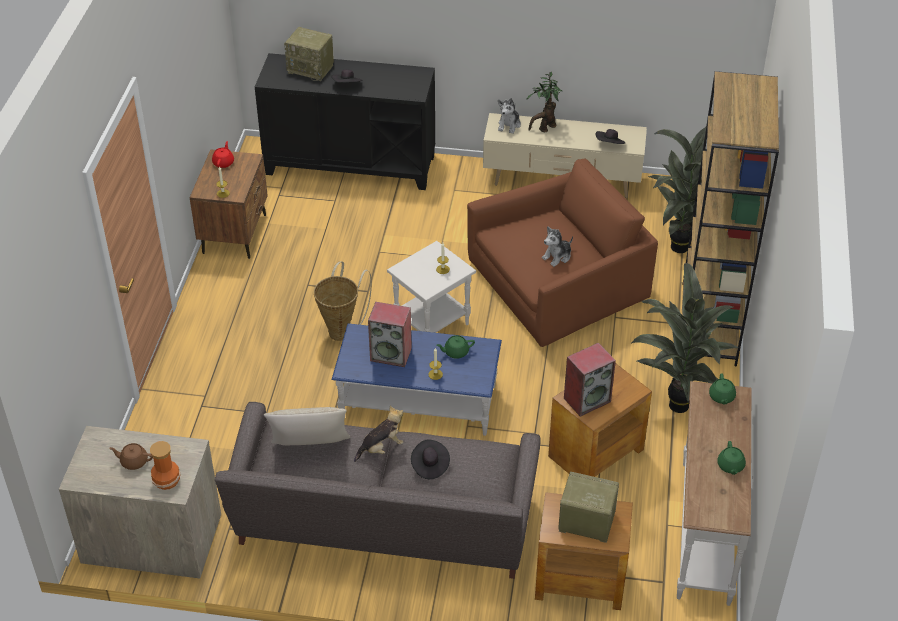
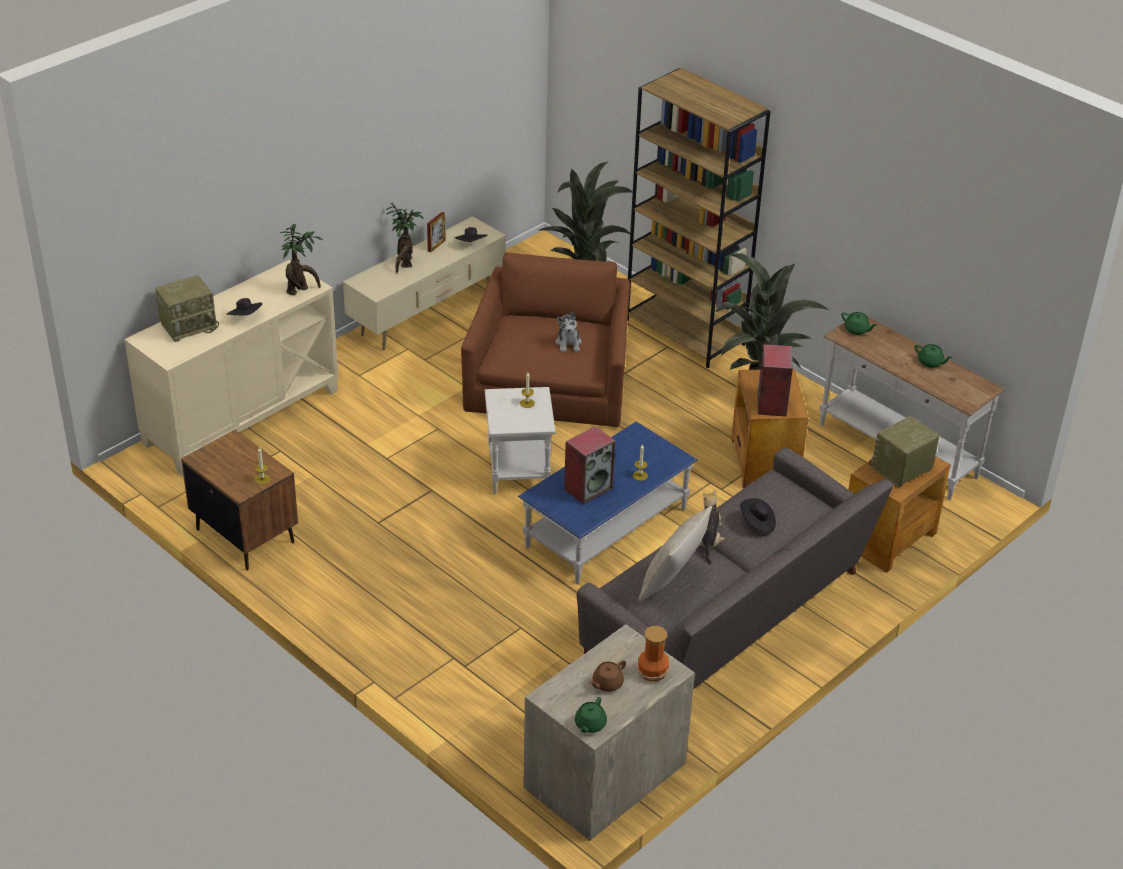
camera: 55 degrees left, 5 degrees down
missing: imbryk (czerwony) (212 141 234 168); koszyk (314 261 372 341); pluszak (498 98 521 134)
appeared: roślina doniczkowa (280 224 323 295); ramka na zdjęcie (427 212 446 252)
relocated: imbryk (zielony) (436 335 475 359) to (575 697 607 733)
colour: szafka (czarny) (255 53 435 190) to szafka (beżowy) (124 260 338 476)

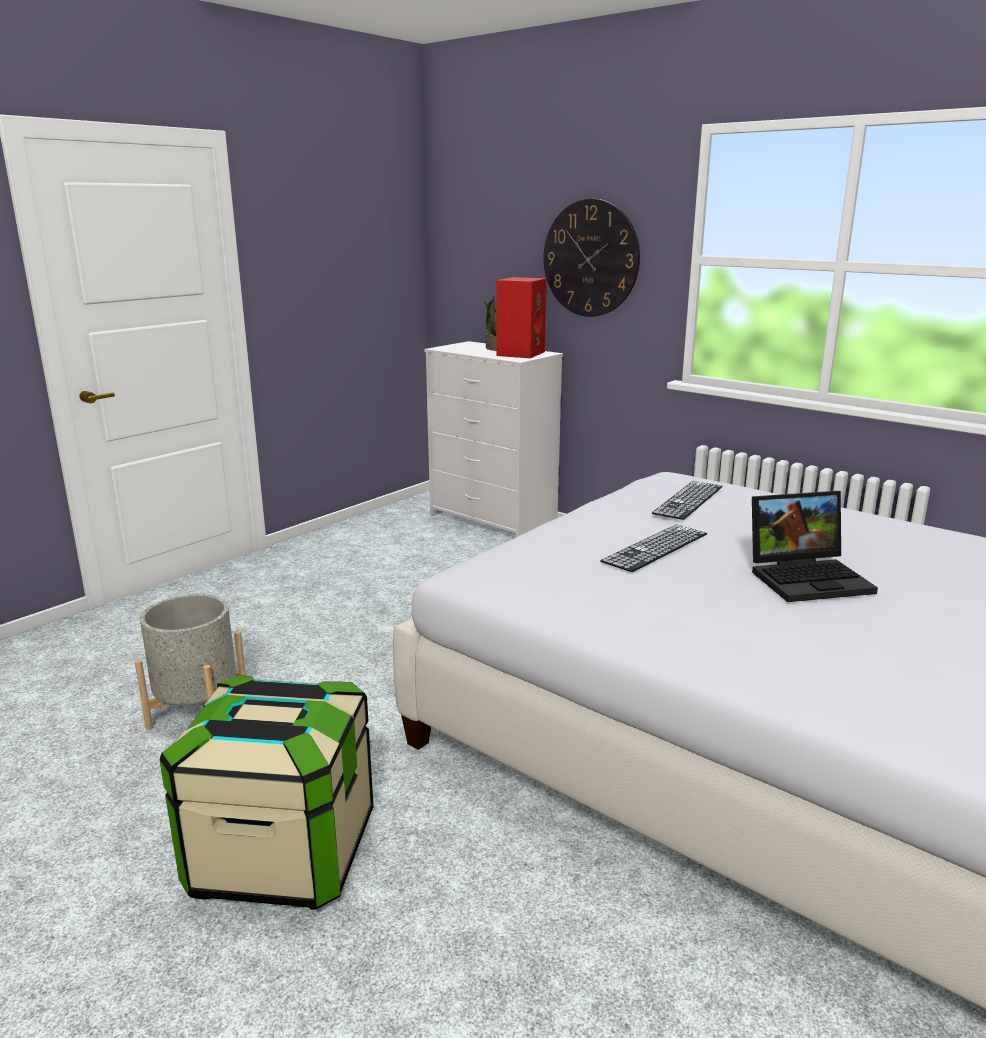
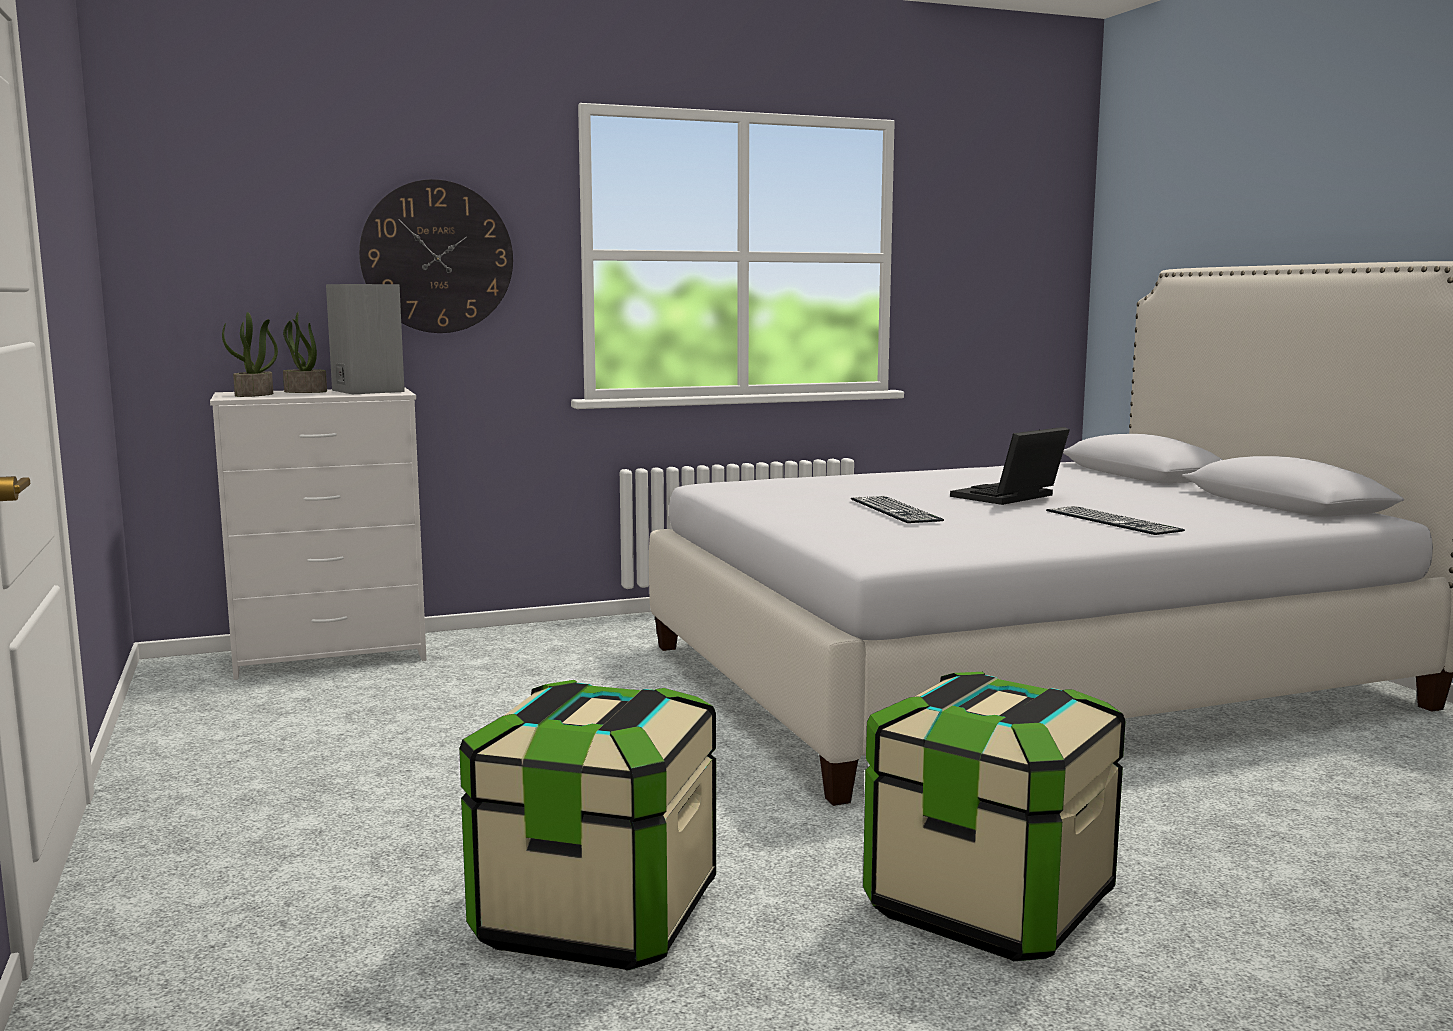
camera: 60 degrees left, 10 degrees down
appeared: roślina doniczkowa (222 312 278 397)
relocated: klawiatura (652 481 723 520) to (1046 506 1185 535)
exchanged: donica (szary) (135 594 246 730) to pojemnik do przechowywania (459 680 716 971)
colour: głośnik (czerwony) (496 277 547 358) to głośnik (szary) (326 284 405 394)
spun: laptop (752 491 878 602) = (950 427 1070 505) 150 degrees counterclockwise

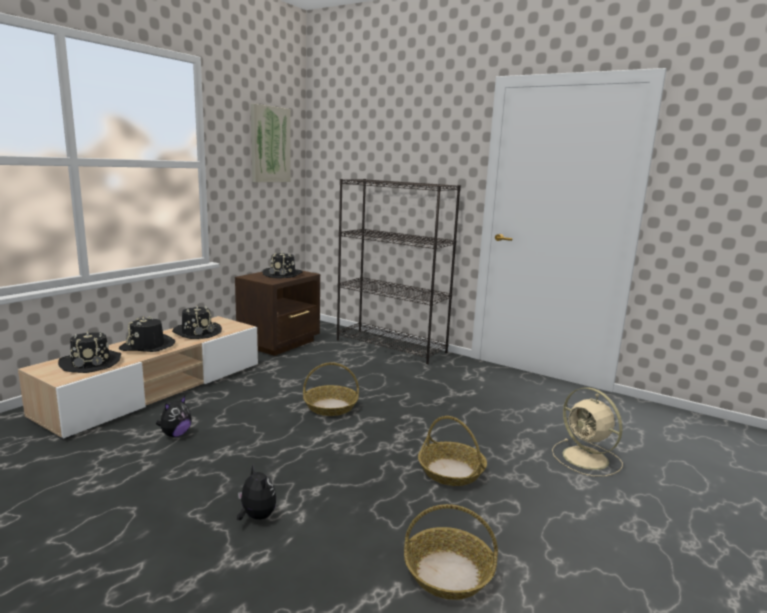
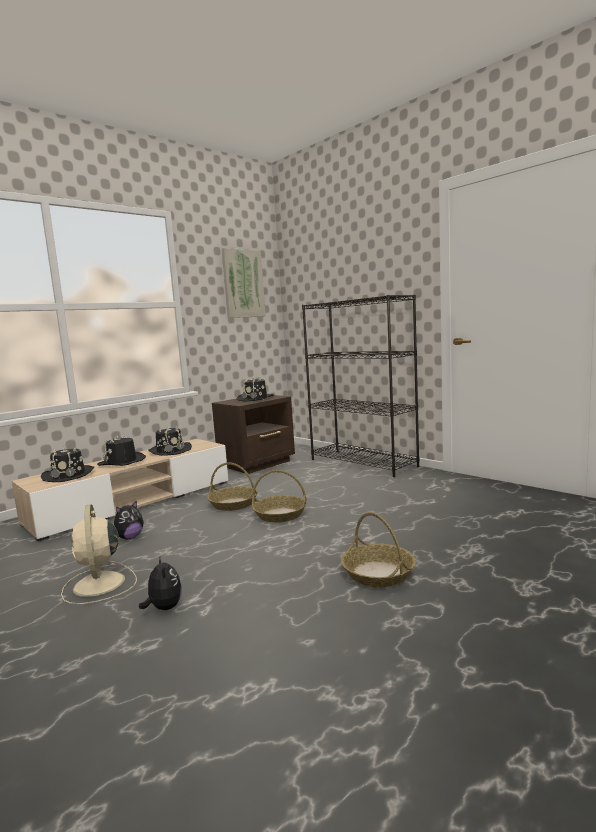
camera: 15 degrees right, 5 degrees down
relocated: koszyk (404 504 498 600) to (207 462 258 511); wentylator (beżowy) (552 387 623 477) to (61 504 137 604)

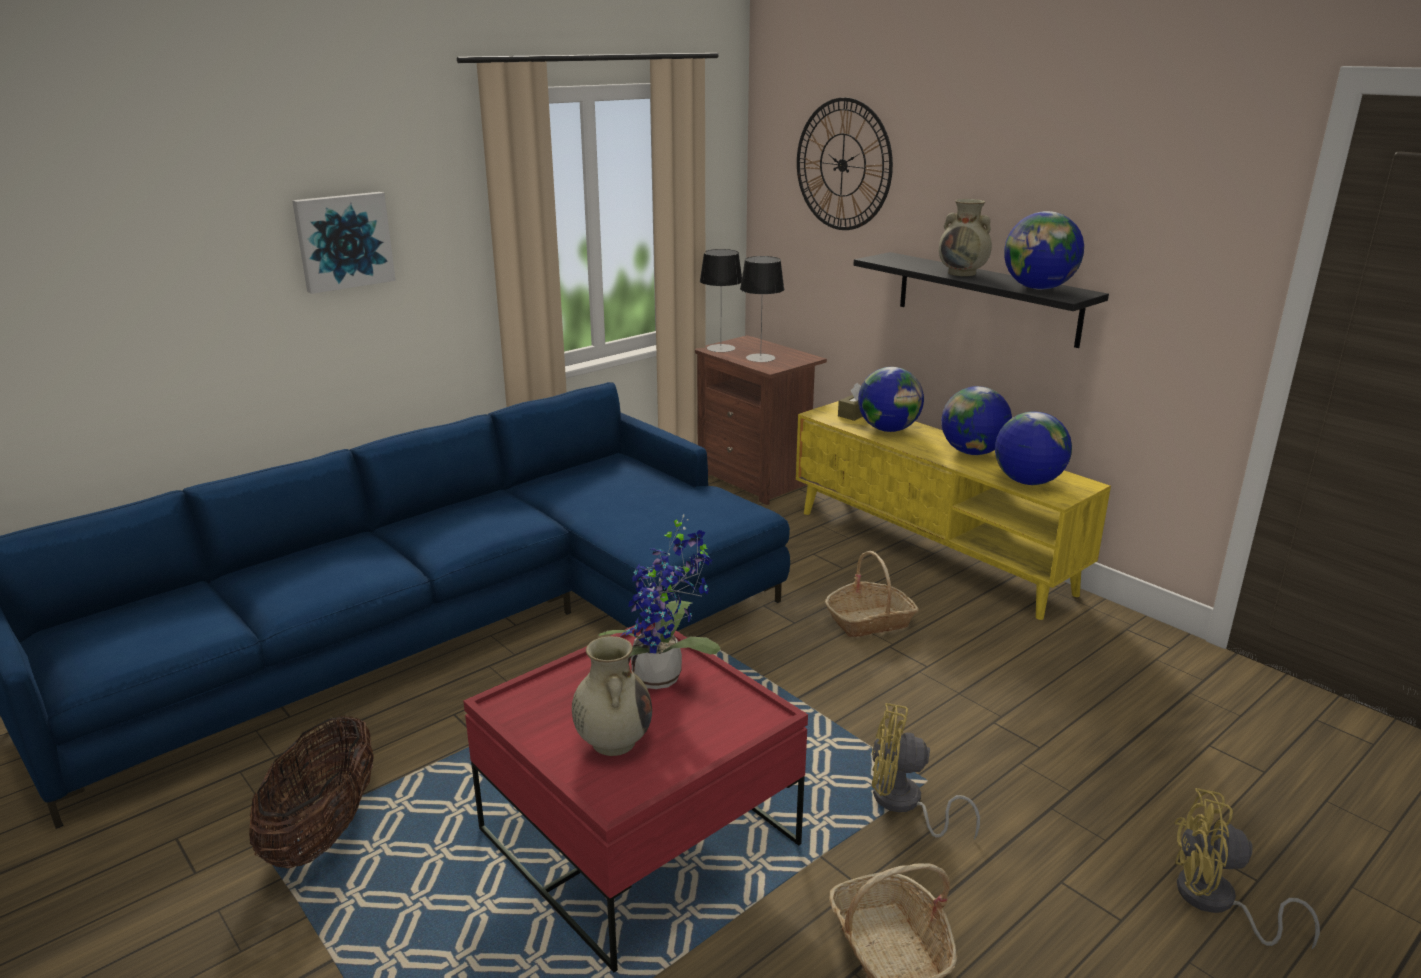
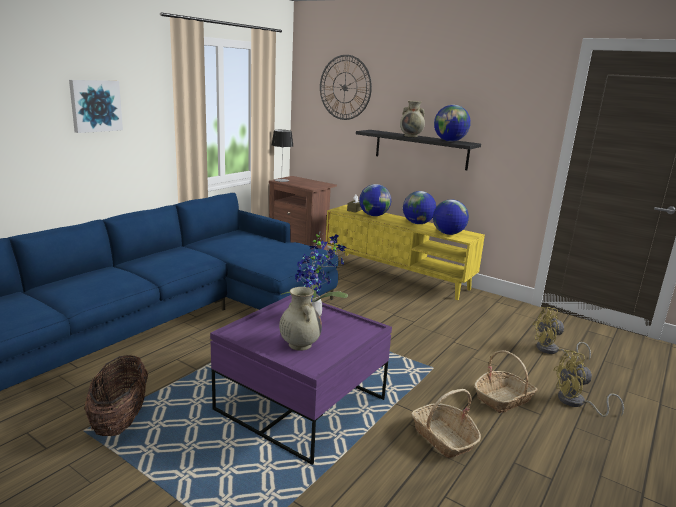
camera: 15 degrees left, 5 degrees down
missing: lampa stołowa (740 256 784 362)
relocated: koszyk (825 551 919 637) to (474 350 538 413); wentylator (żółty) (872 703 980 840) to (532 307 591 360)
colour: ława (czerwony) (463 622 808 972) to ława (fioletowy) (210 295 392 465)

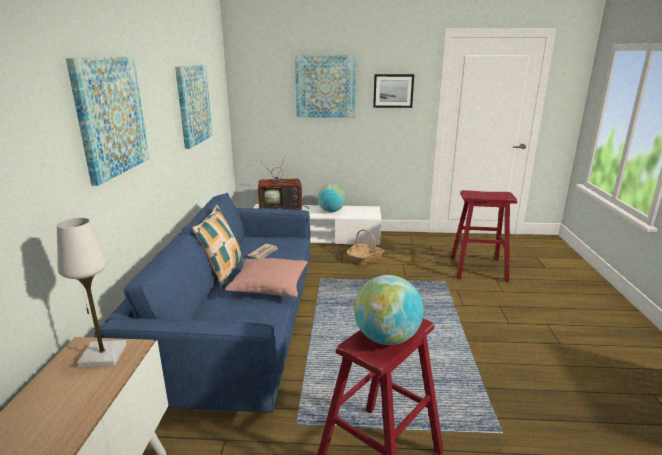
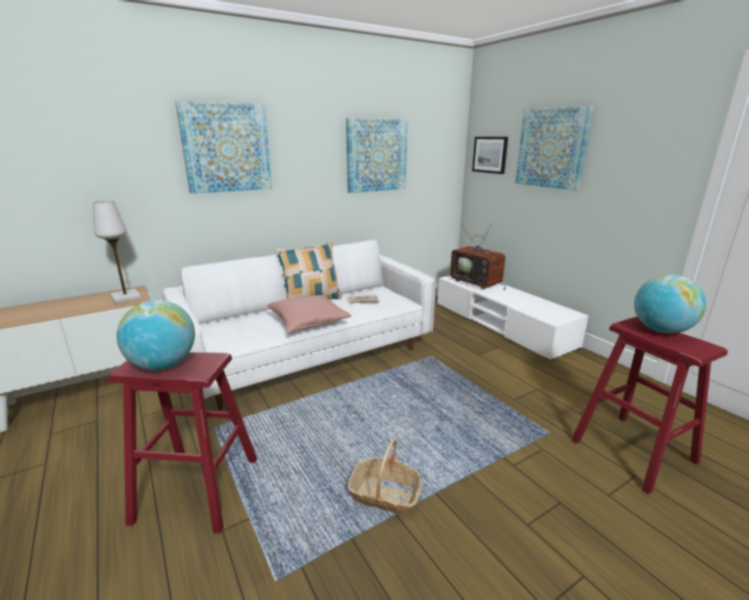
camera: 55 degrees right, 0 degrees up
relocated: globus (318 184 346 212) to (634 275 706 334); koszyk (347 229 384 265) to (348 438 422 515); obraz (373 74 414 108) to (472 137 508 174)
colour: kanapa (niebieski) (95 193 311 414) to kanapa (biały) (163 240 436 410)

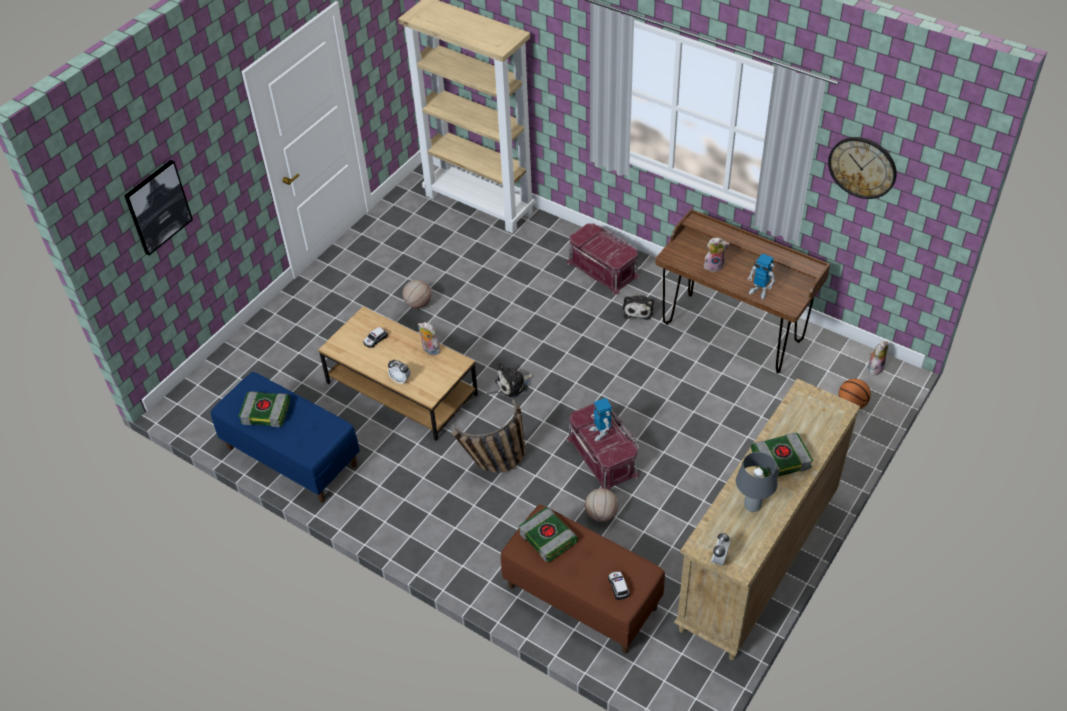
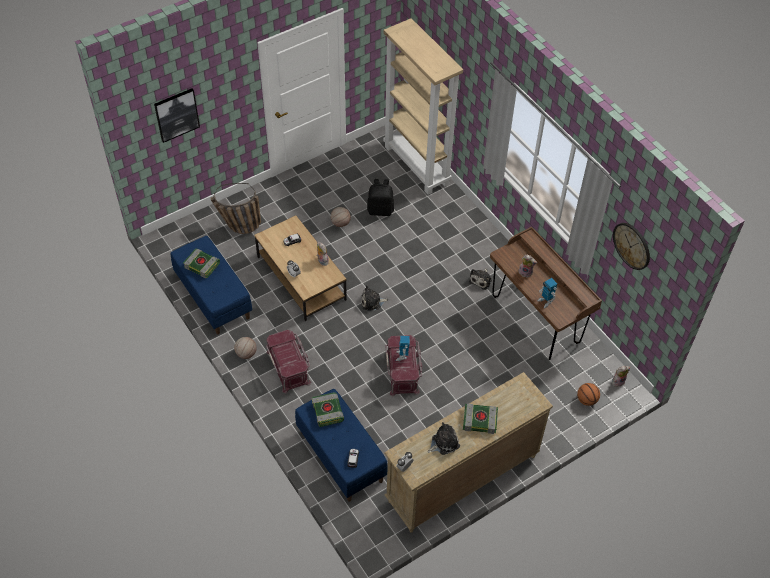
camera: 20 degrees right, 5 degrees up
appeared: plecak (czarny) (367 179 394 216)
relocated: koszyk (451 391 525 473) to (211 183 261 234); pojemnik do przechowywania (czerwony) (567 223 640 295) to (266 330 311 393); piłka do koszykówki (585 488 618 522) to (234 337 257 359)
exchanged: lampa stołowa (szary) (736 452 778 512) to pluszak (428 422 460 455)
colour: ławka (brązowy) (501 504 665 654) to ławka (niebieski) (295 389 388 501)

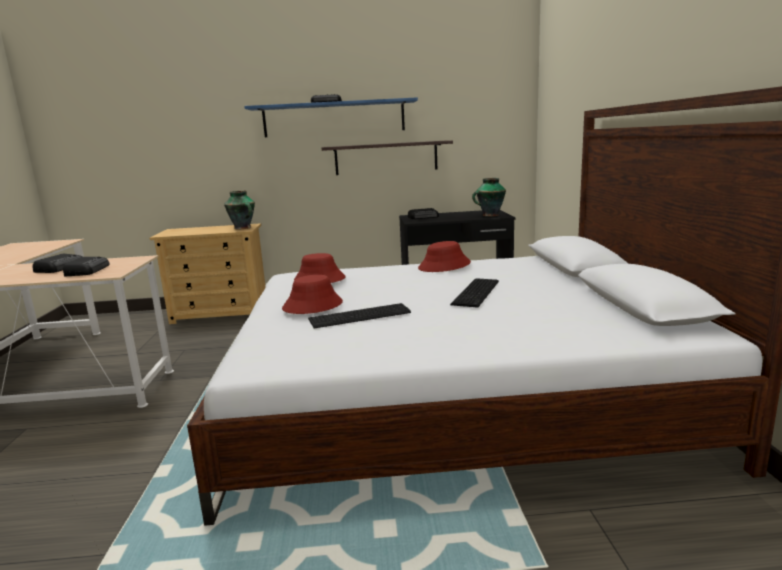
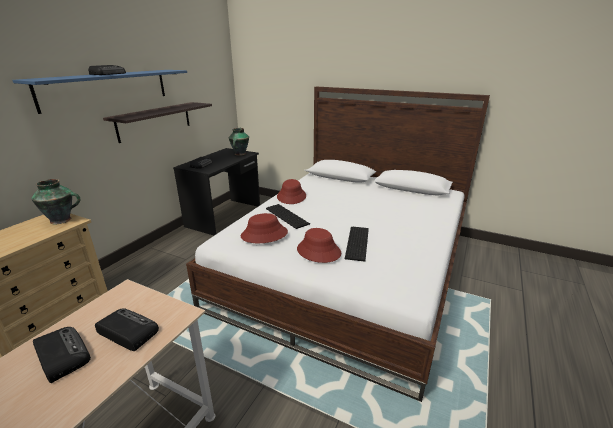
camera: 60 degrees left, 10 degrees up
relocated: klawiatura (450 278 499 308) to (266 204 310 229)

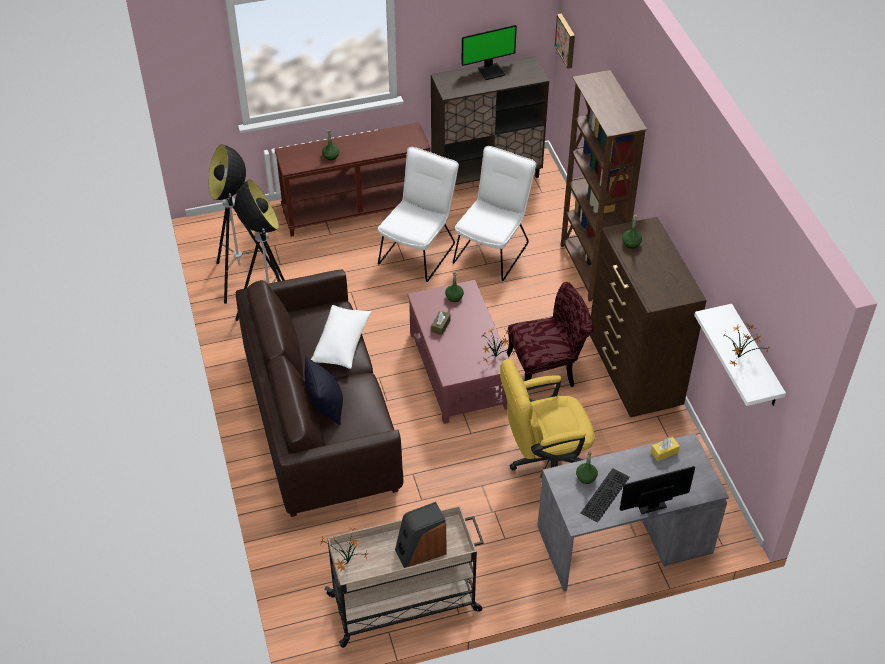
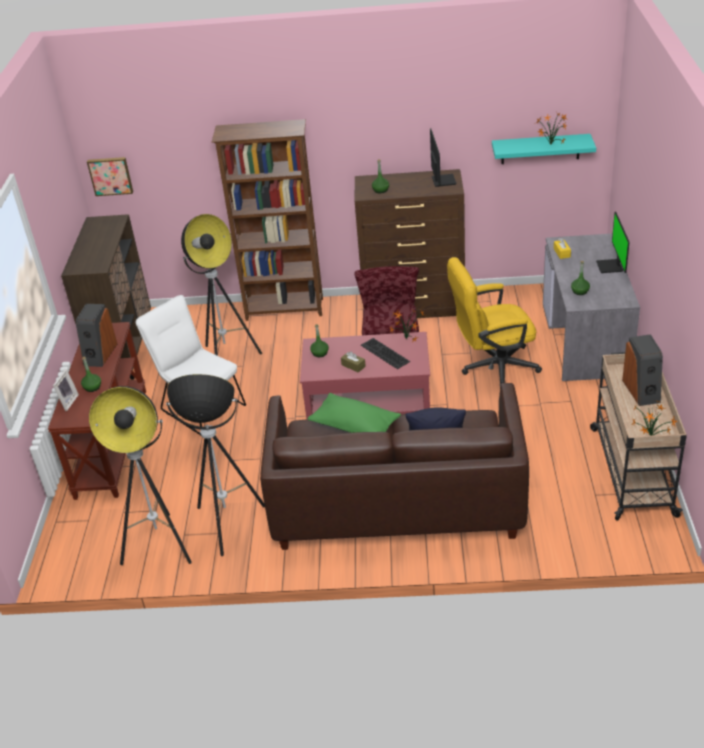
camera: 70 degrees left, 10 degrees down
appeared: ramka na zdjęcie (53 369 79 411); głośnik (76 304 117 367)
relocated: monitor (461 25 517 80) to (430 128 457 187); klawiatura (581 468 630 522) to (361 338 410 369)
exchanged: krzesło (biały) (453 146 536 281) to lampa stojąca (181 214 262 356)
colour: poduszka (biały) (311 305 371 369) to poduszka (zielony) (307 393 401 433); półka (biały) (694 304 786 406) to półka (turkusowy) (492 134 596 164)
spun: krzesło biurowe (żółty) (500 359 595 478) = (447 257 542 387) 75 degrees clockwise

